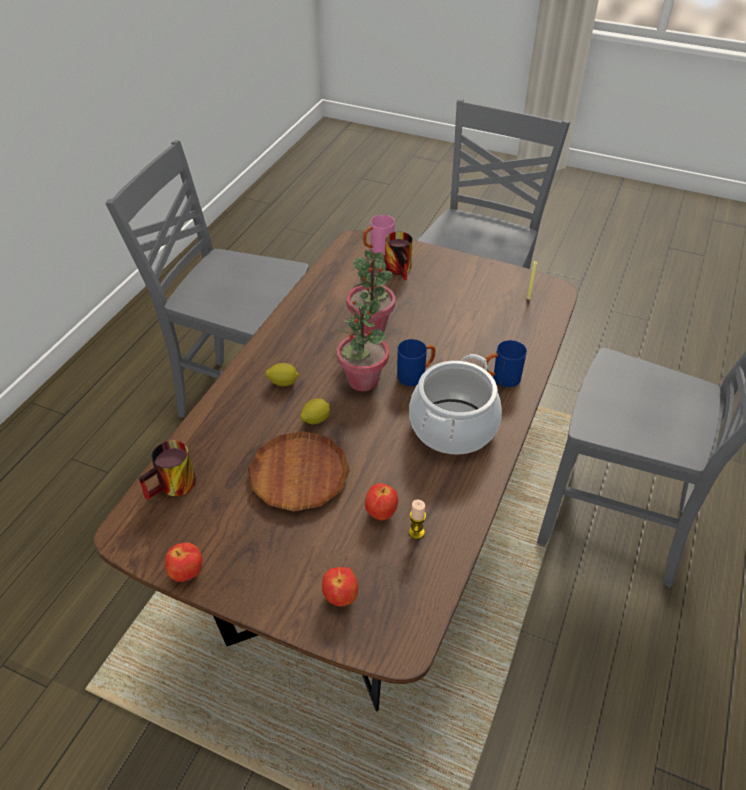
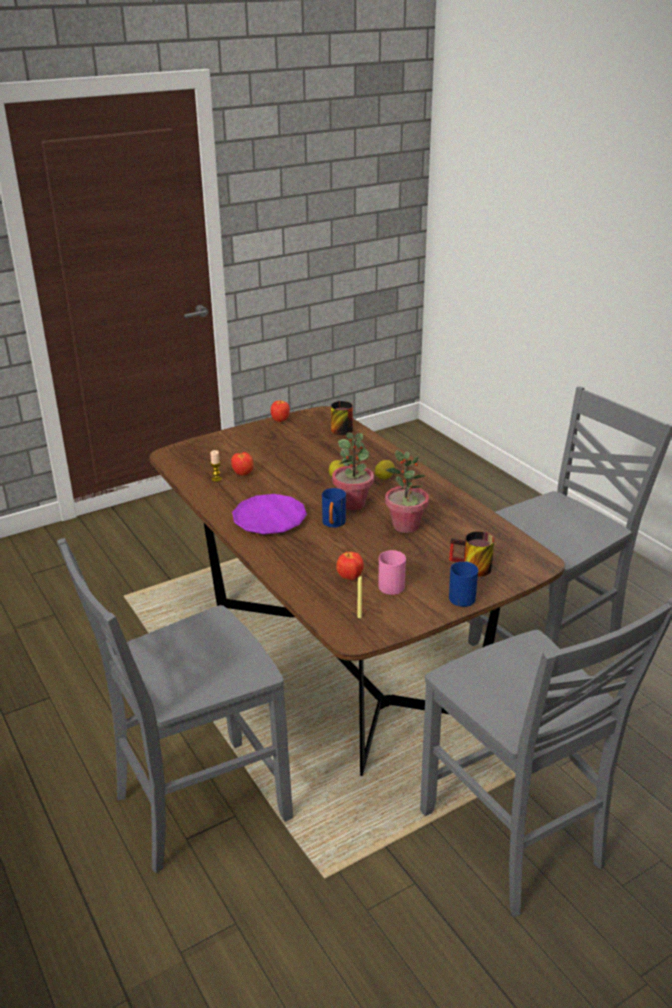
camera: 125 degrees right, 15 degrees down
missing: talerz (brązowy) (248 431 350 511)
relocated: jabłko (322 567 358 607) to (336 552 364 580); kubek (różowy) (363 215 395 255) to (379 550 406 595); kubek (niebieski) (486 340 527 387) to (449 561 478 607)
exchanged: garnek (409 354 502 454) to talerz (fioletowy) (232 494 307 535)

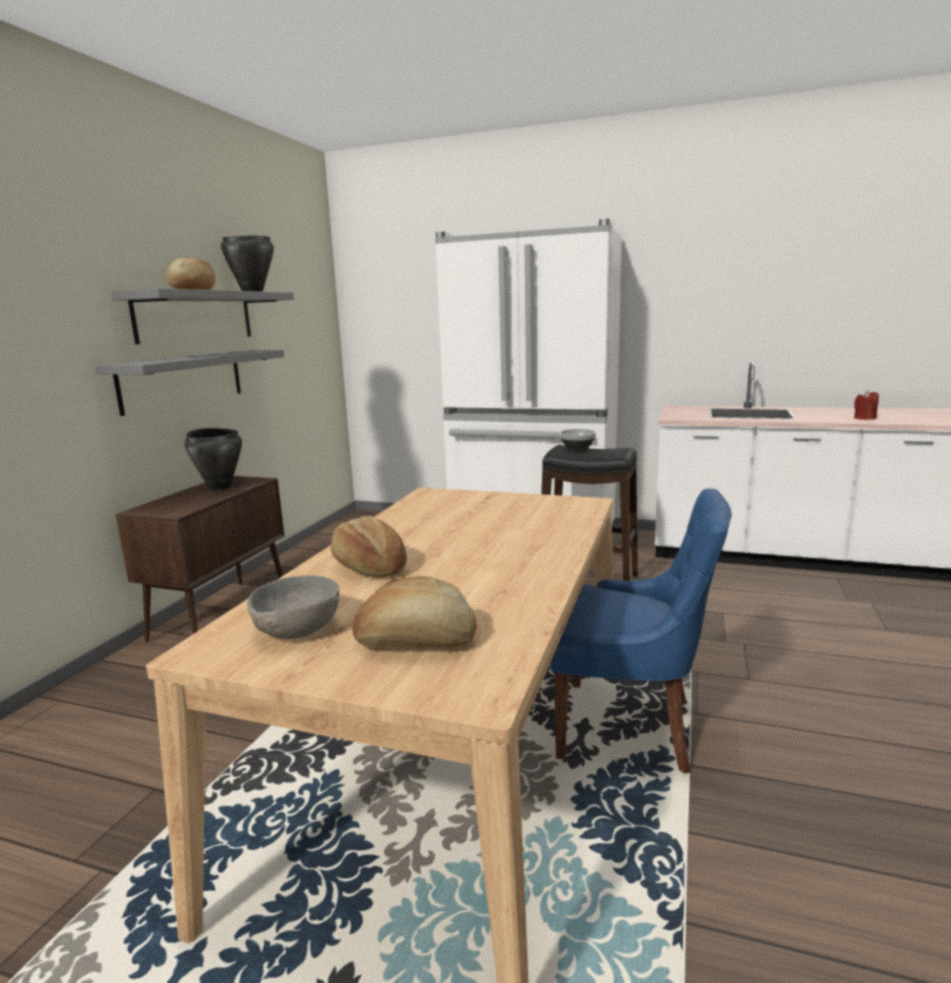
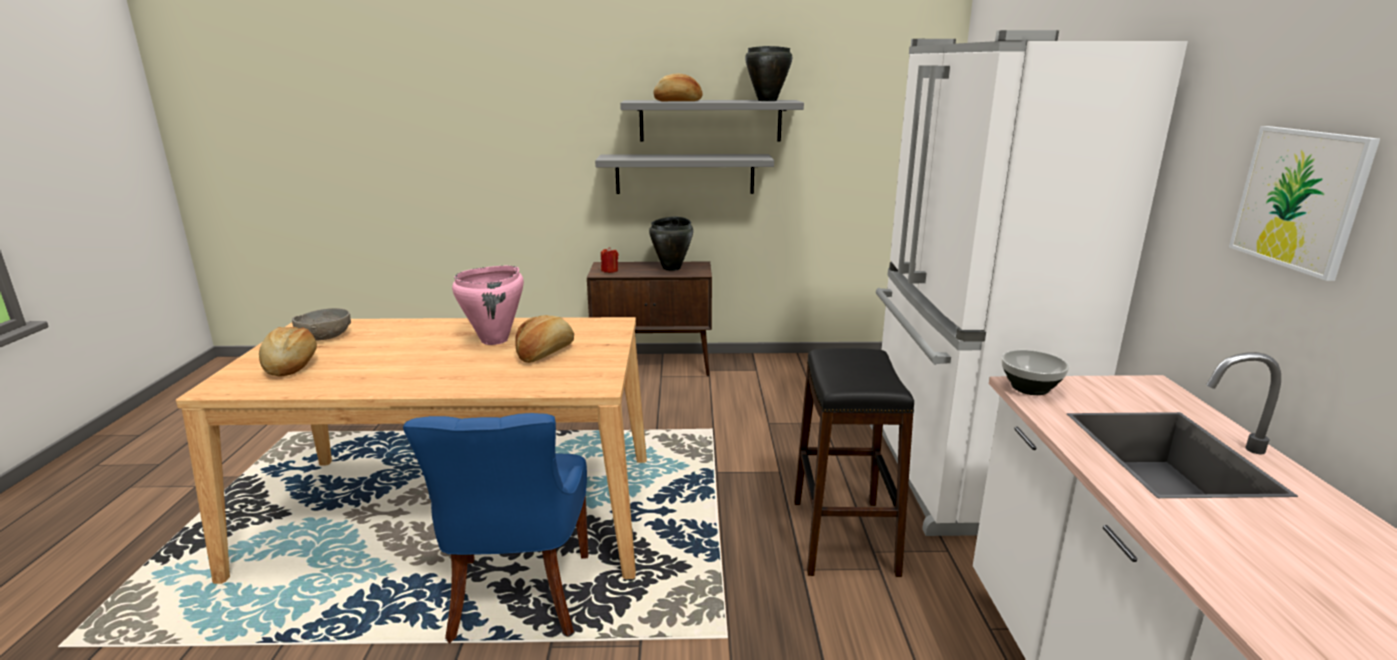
camera: 70 degrees right, 5 degrees up
appeared: garnek (różowy) (452 266 524 345); obraz (1229 126 1380 281)
relocated: chleb (331 516 407 578) to (515 315 574 363); miska (559 429 596 452) to (1002 350 1069 395); świeca (czerwony) (854 391 879 420) to (601 247 618 273)

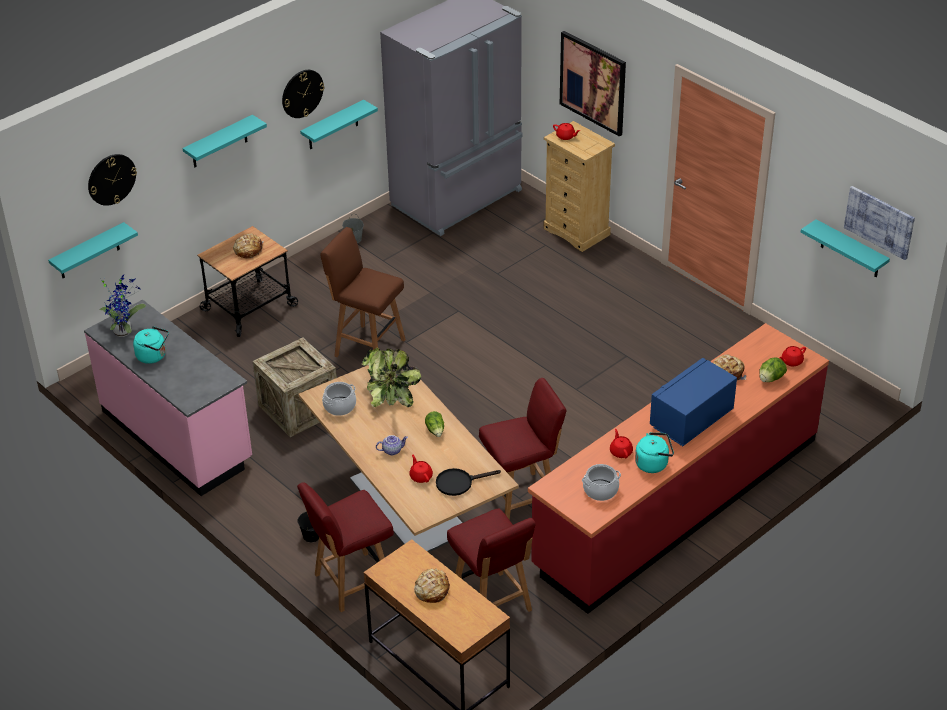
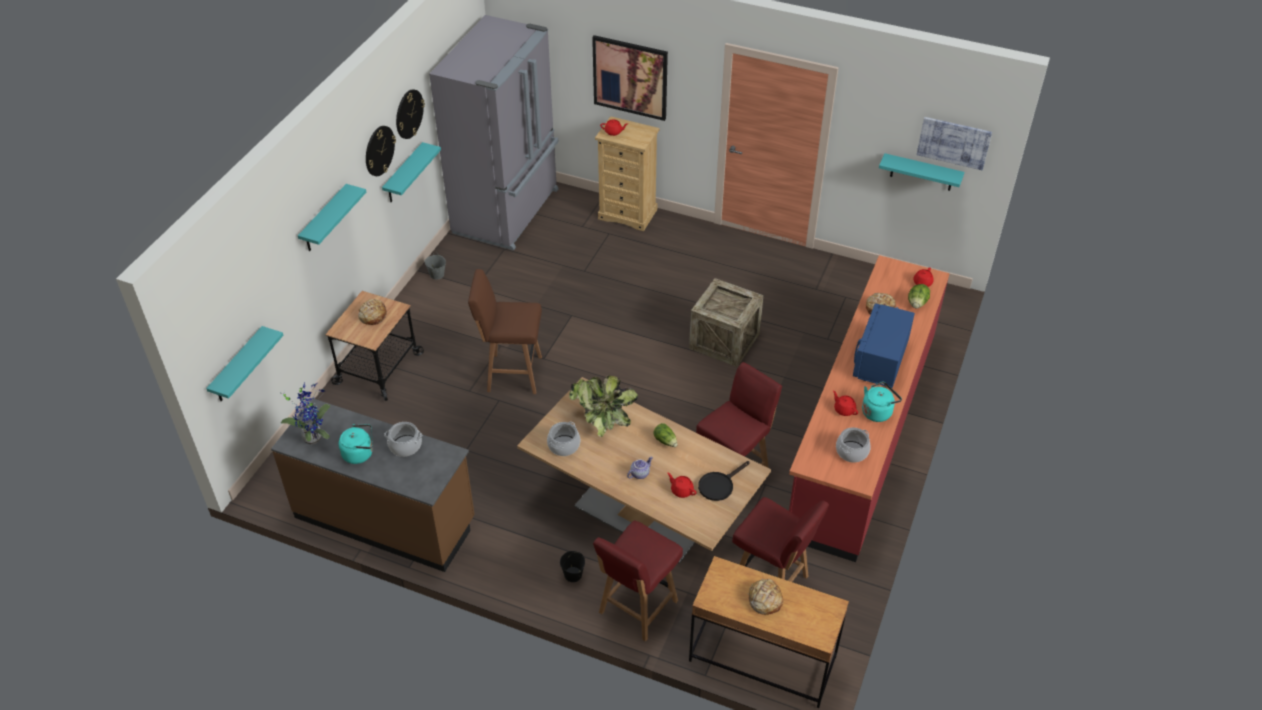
camera: 25 degrees left, 5 degrees up
appeared: garnek (384 422 422 457)
relocated: zegar ścienny (88 154 137 206) to (396 89 425 139); skrzynka (253 337 337 437) to (689 278 764 367)
colour: zabudowa kuchenna (różowy) (84 300 252 496) to zabudowa kuchenna (brązowy) (271 399 475 572)

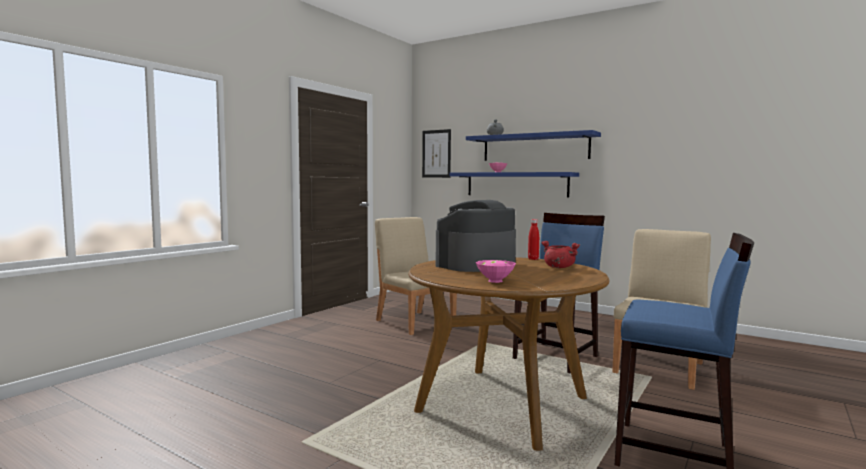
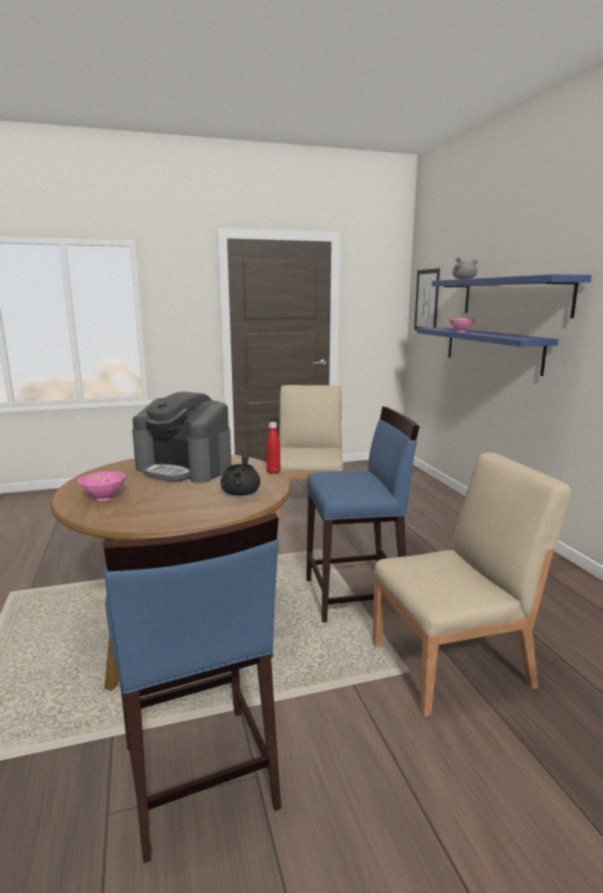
camera: 40 degrees right, 10 degrees up
colour: garnek (czerwony) (541 241 580 268) to garnek (czarny) (221 455 260 496)
spun: ekspres do kawy (435 200 516 272) = (132 391 231 483) 150 degrees counterclockwise

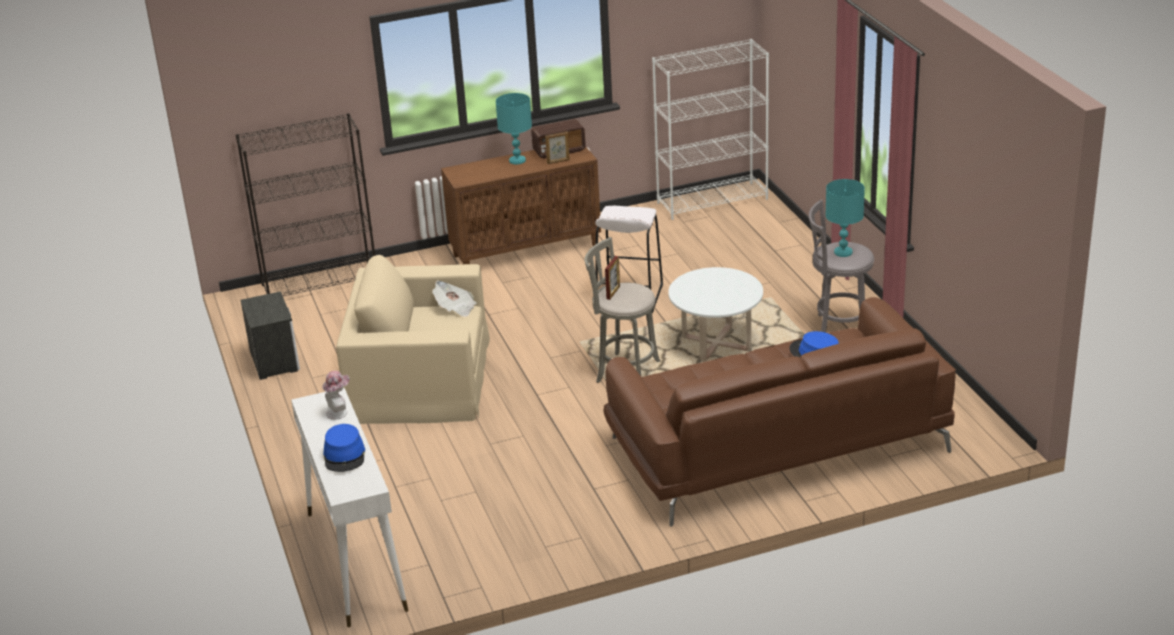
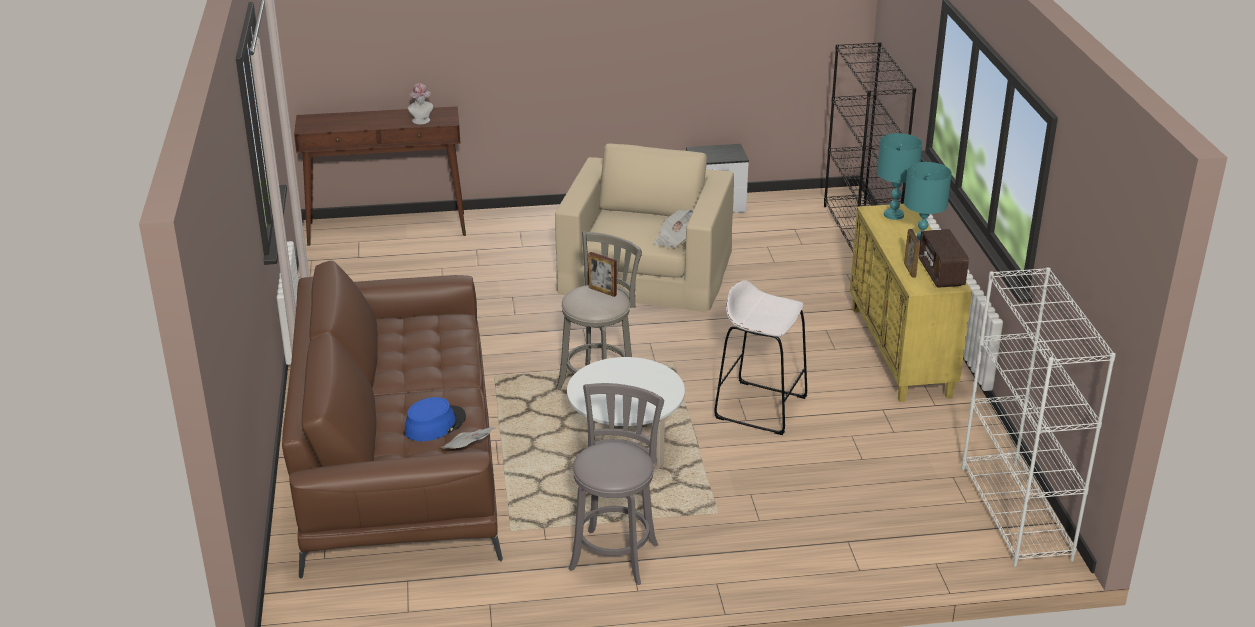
camera: 100 degrees right, 0 degrees up
missing: kapelusz (niebieski) (323 424 365 472)
appeared: gazeta (441 427 495 449)
relocated: lampa stołowa (turkusowy) (825 179 865 257) to (877 133 923 220)
colour: stolik konsolowy (biały) (291 388 408 627) to stolik konsolowy (brązowy) (294 106 466 246); szafka (brązowy) (441 147 601 264) to szafka (żółty) (850 204 972 402)

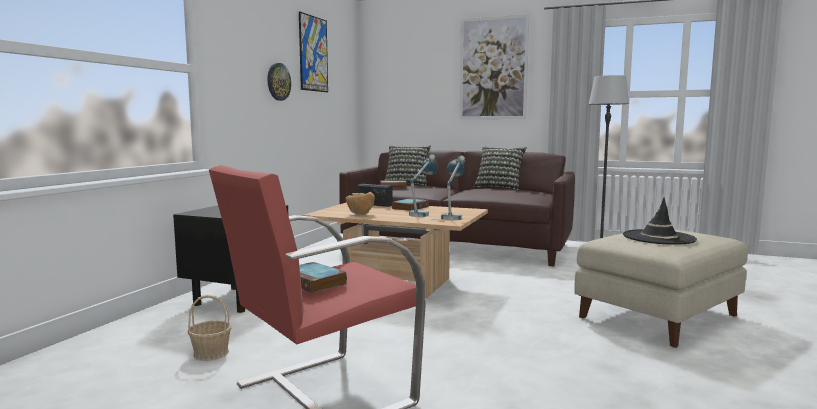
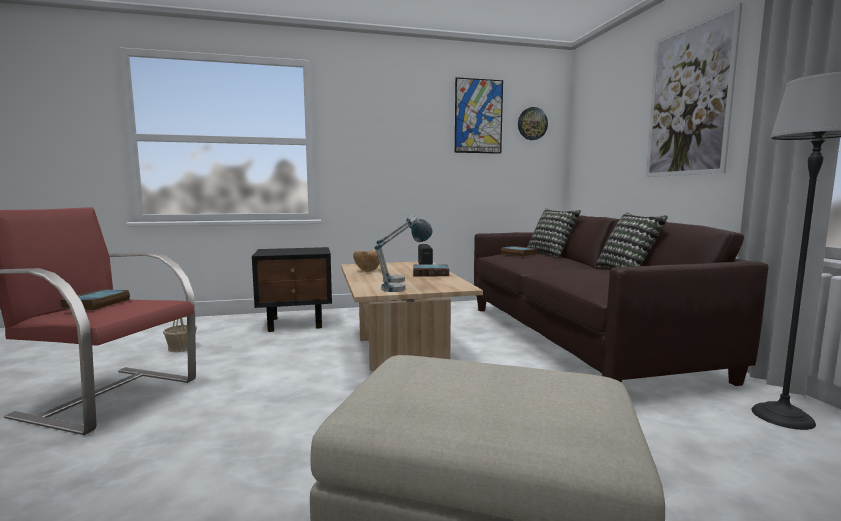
camera: 55 degrees right, 0 degrees up
missing: kapelusz (czarny) (623 197 697 245)
relocated: zegar ścienny (267 63 291 101) to (518 107 548 140)

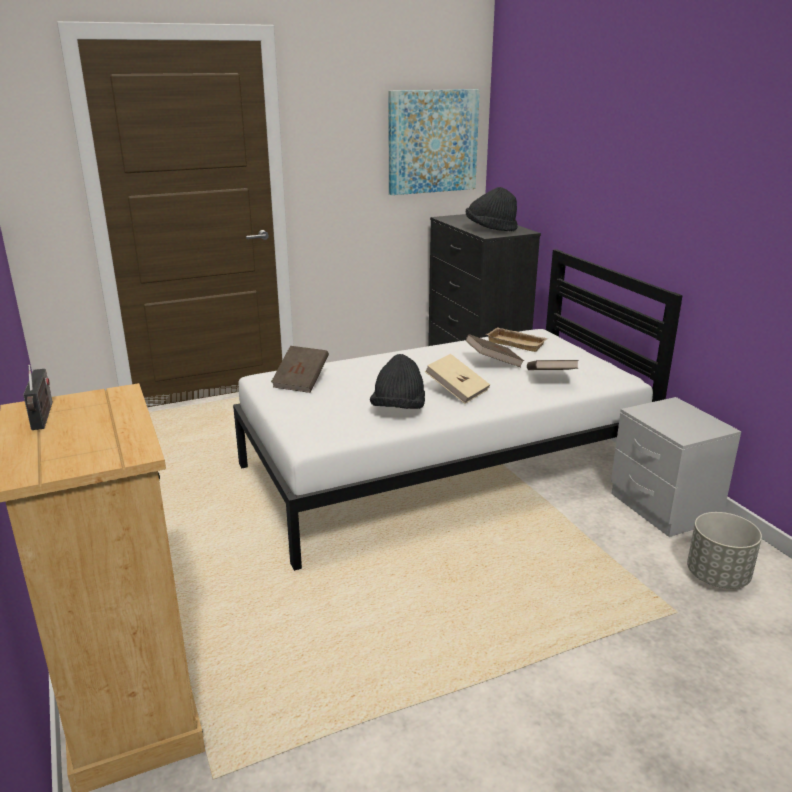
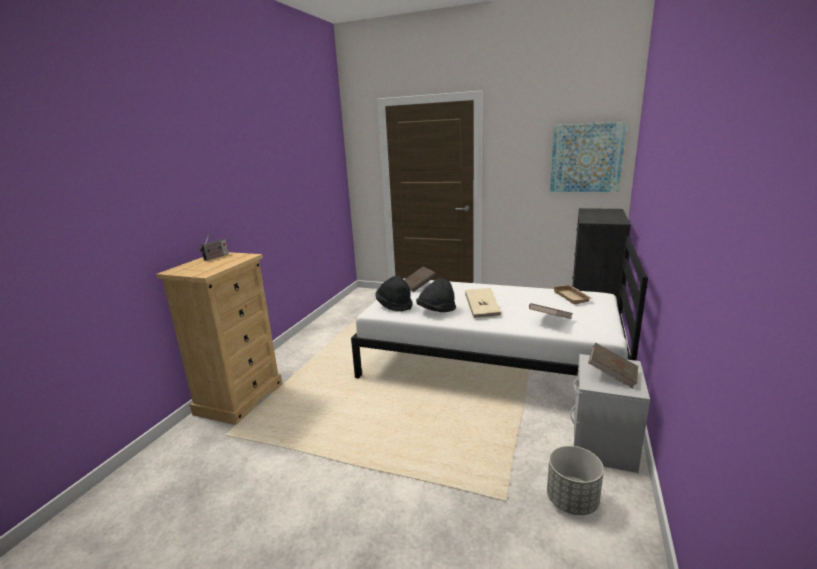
camera: 45 degrees right, 5 degrees down
relocated: kapelusz (czarny) (466 187 517 232) to (375 276 413 312); książka (brązowy) (466 334 524 367) to (588 343 638 388)

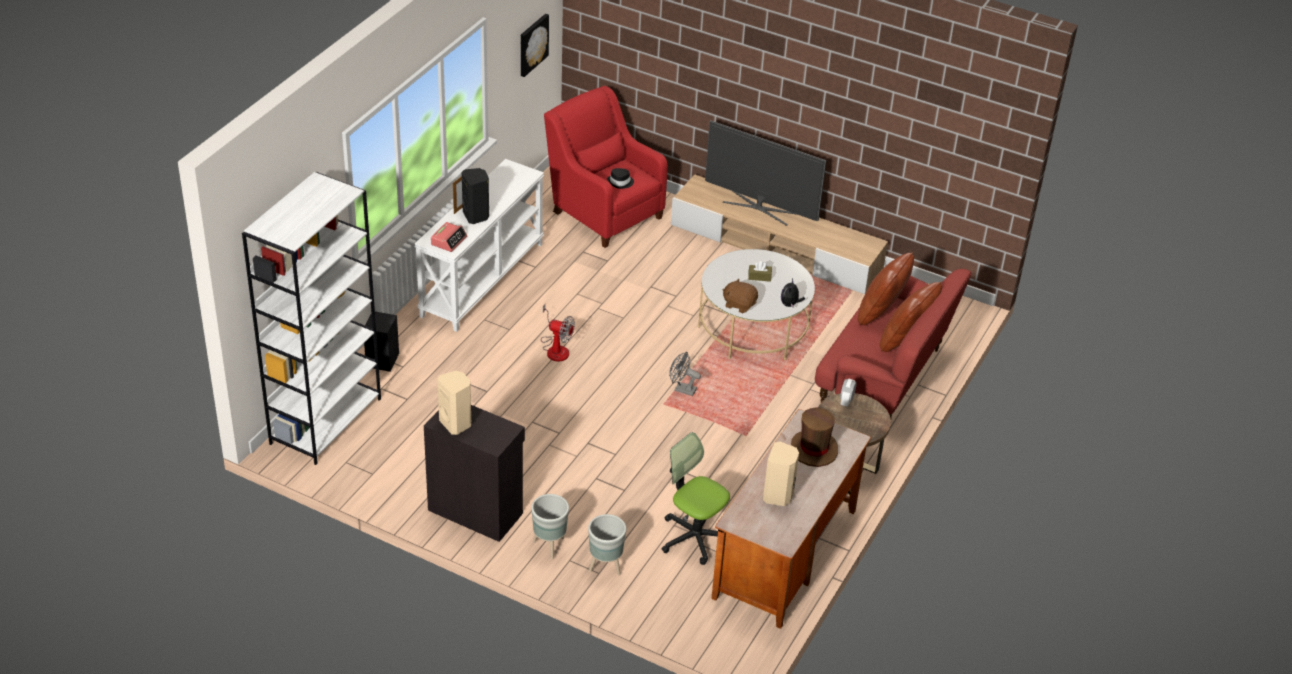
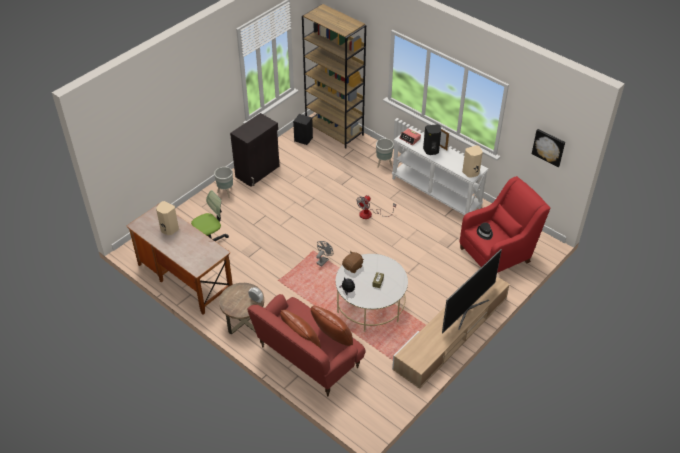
camera: 105 degrees right, 5 degrees up
missing: kapelusz (brązowy) (791 407 838 467)
relocated: głośnik (czarny) (364 312 399 372) to (293 114 313 145); głośnik (beżowy) (437 371 471 435) to (462 145 483 178); donica (szary) (588 514 626 575) to (376 138 394 168)
colour: regał (biały) (242 172 381 465) to regał (brązowy) (302 4 366 148)

